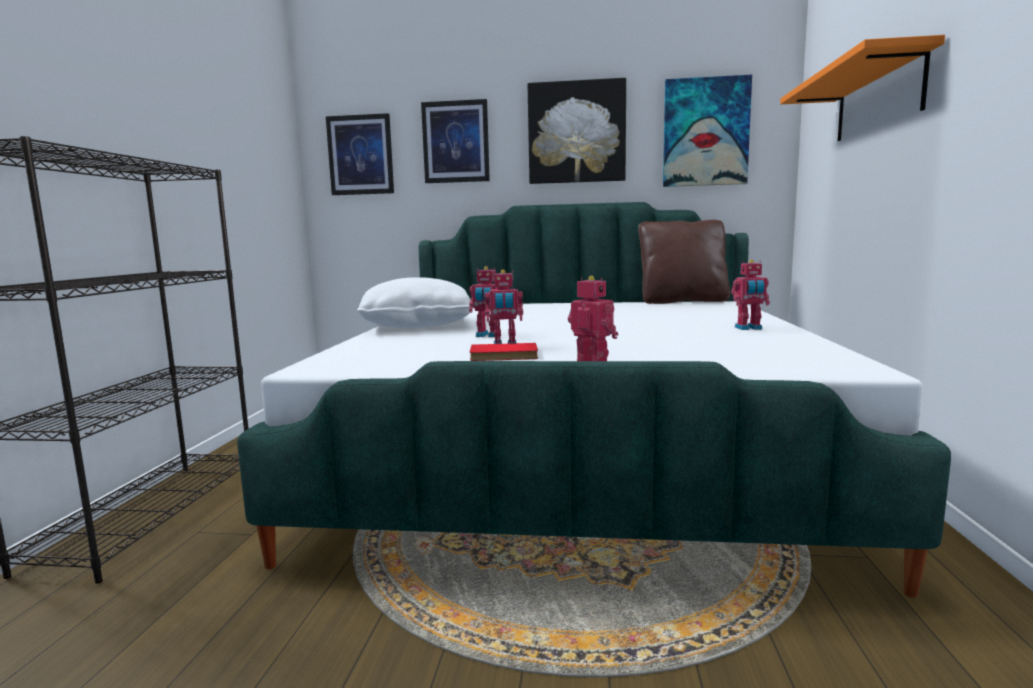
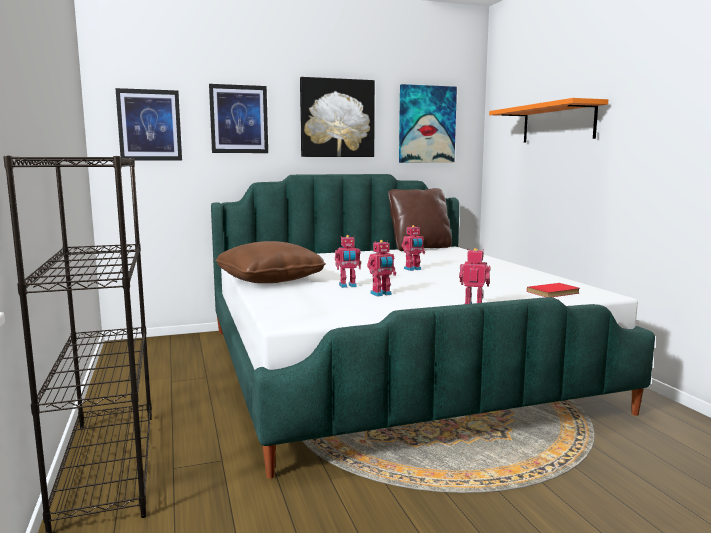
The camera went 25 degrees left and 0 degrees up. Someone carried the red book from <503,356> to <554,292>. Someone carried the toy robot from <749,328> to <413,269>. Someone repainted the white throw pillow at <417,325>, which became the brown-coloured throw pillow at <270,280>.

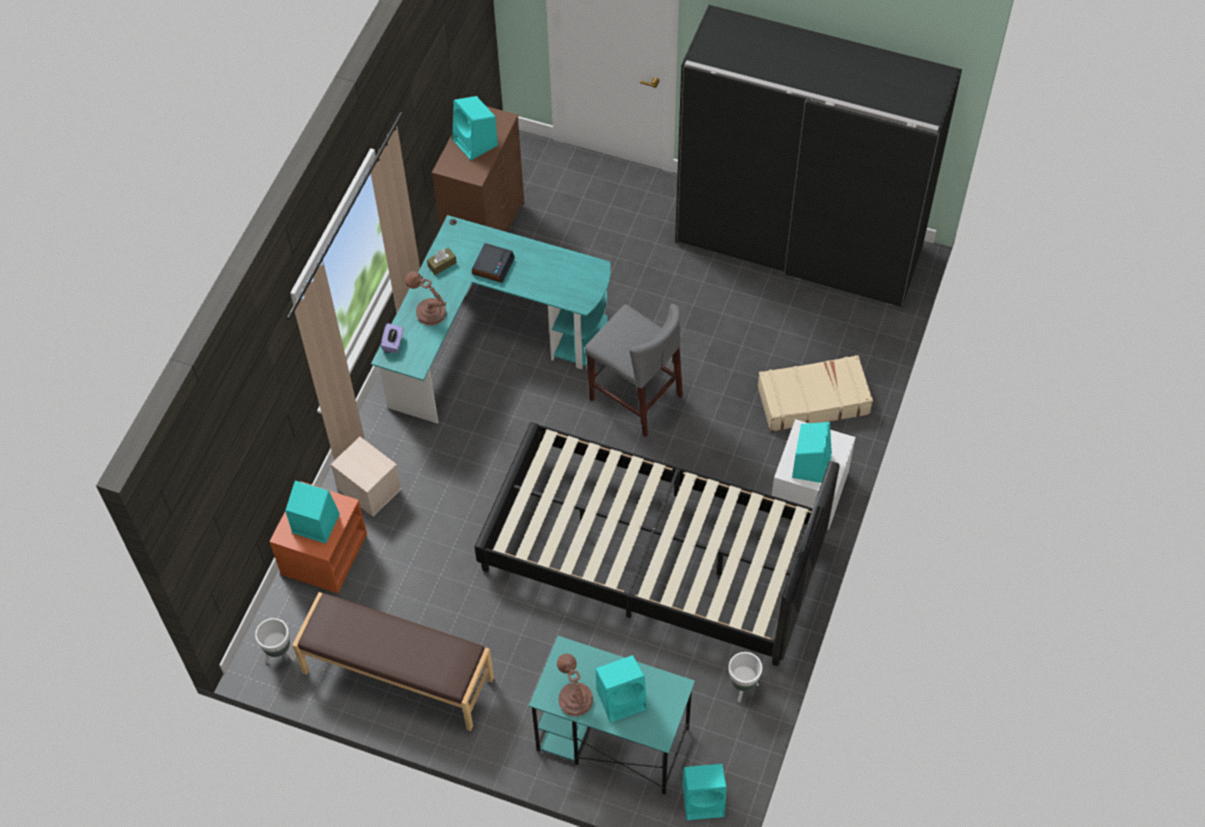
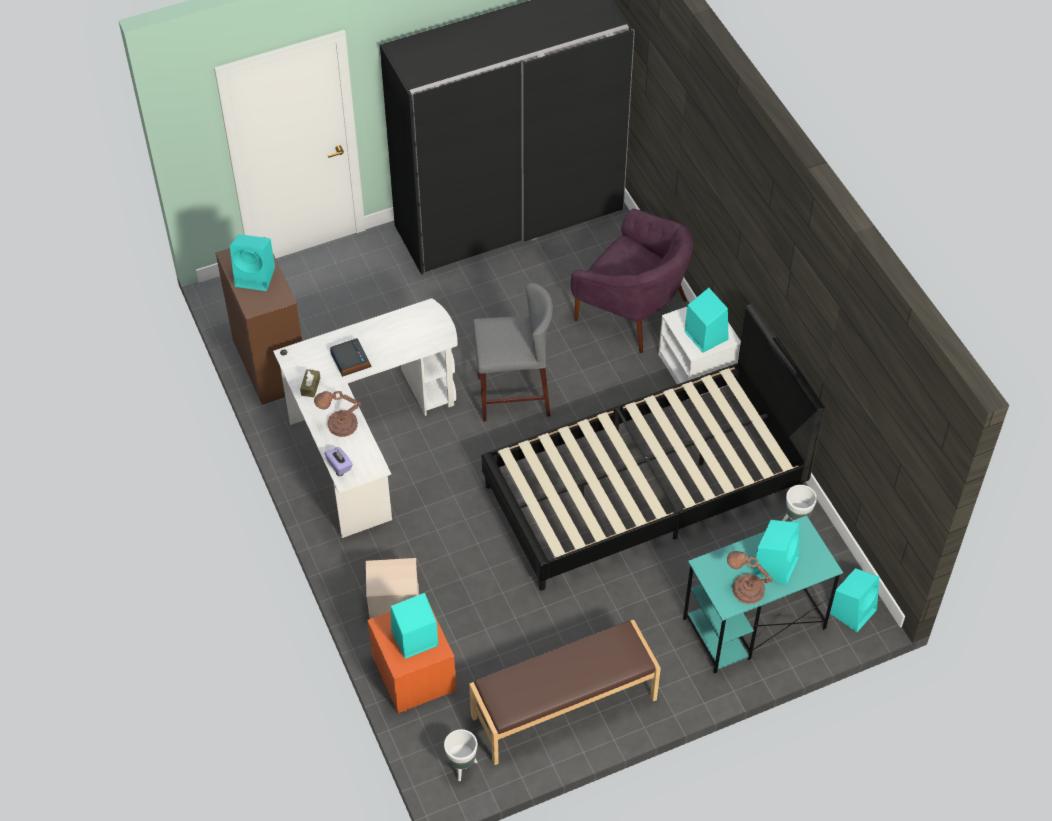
The camera went 45 degrees left and 5 degrees down. Someone swapped the sand-coloured suitcase at <812,400> for the purple-coloured lounge chair at <632,309>. Someone repainted the blue-green desk at <491,341>, which became the white desk at <365,435>.

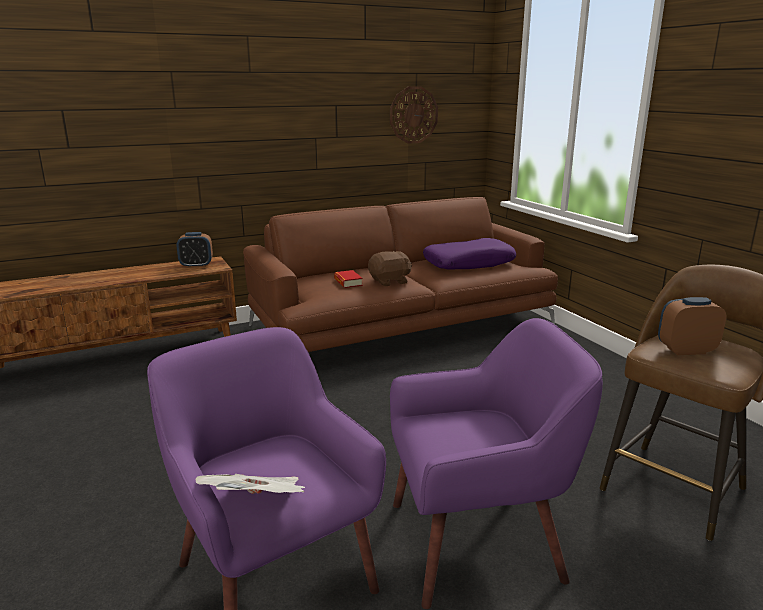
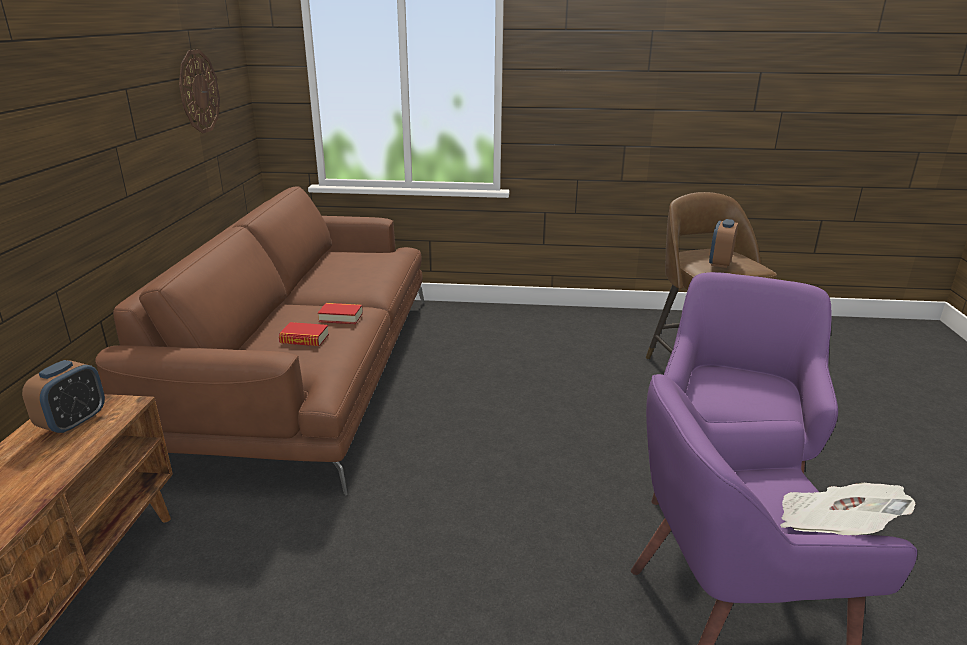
The camera went 60 degrees left and 5 degrees up. Someone took away the purple-coloured throw pillow at <468,263>. Someone swapped the brown-coloured plush toy at <390,281> for the book at <341,317>.

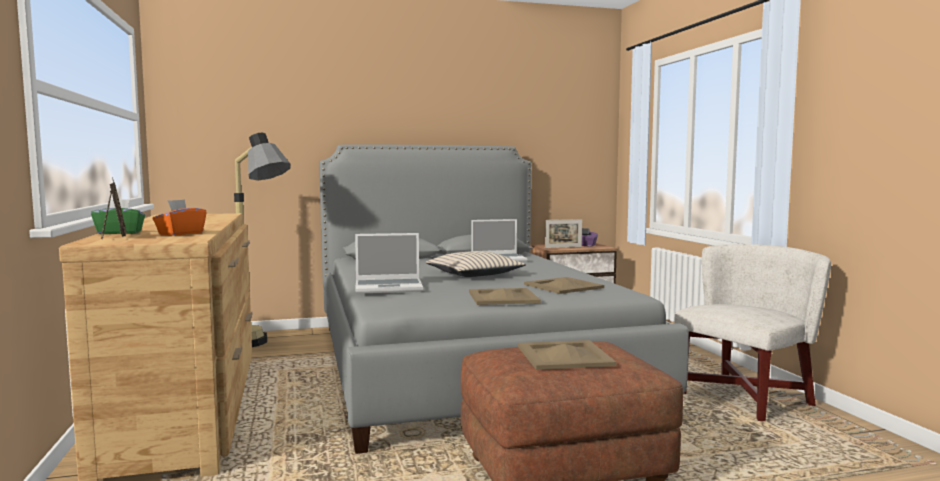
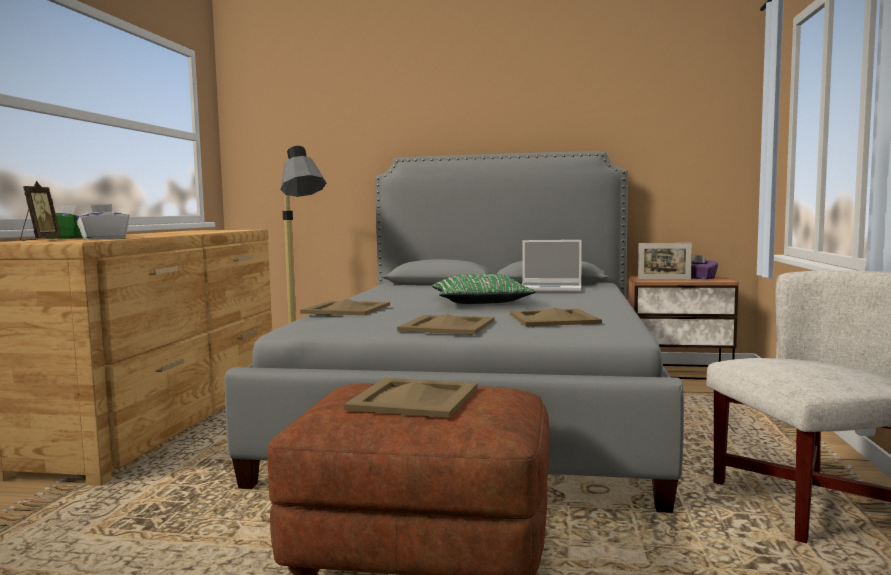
The camera went 25 degrees right and 0 degrees up. Someone swapped the notebook computer at <389,287> for the sand-coloured serving tray at <347,309>. Someone repainted the orange box of tissues at <180,233>, which became the white box of tissues at <104,238>. Someone repainted the sand-coloured throw pillow at <474,274>, which became the green throw pillow at <480,302>.

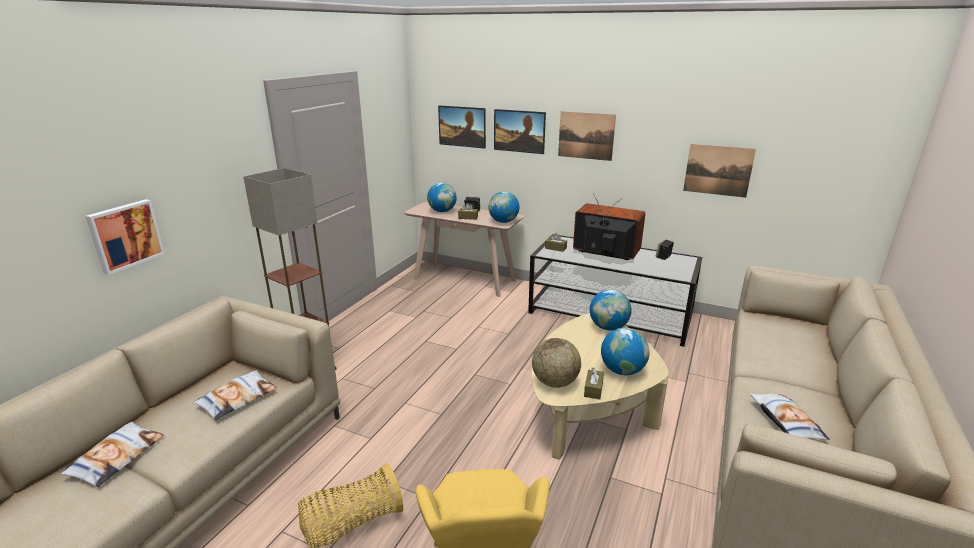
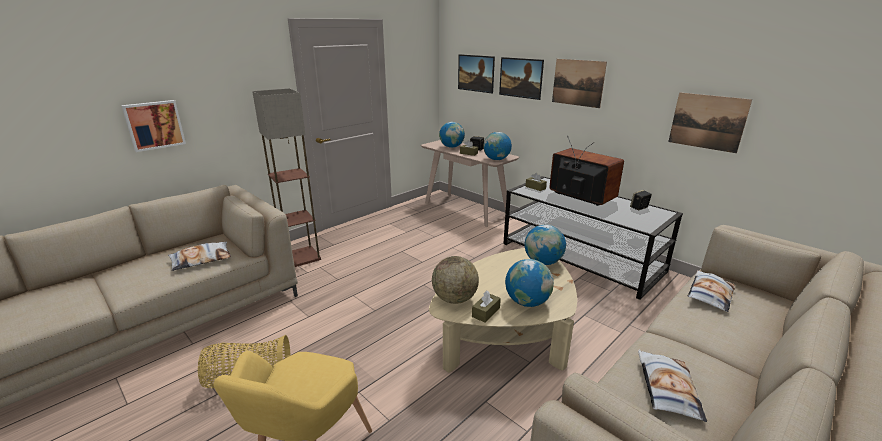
The camera went 20 degrees right and 0 degrees up. Someone carried the throw pillow from <117,458> to <709,294>.

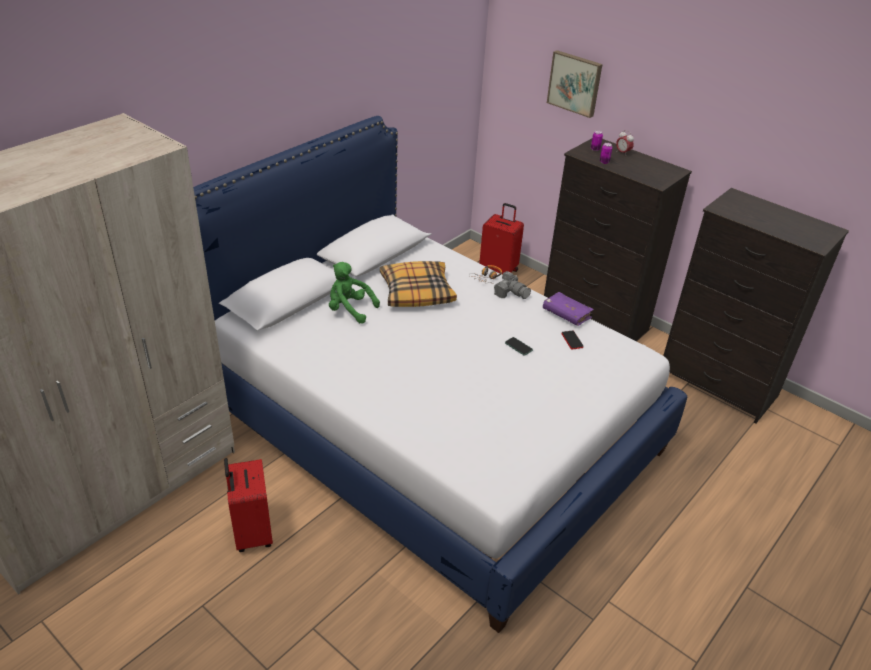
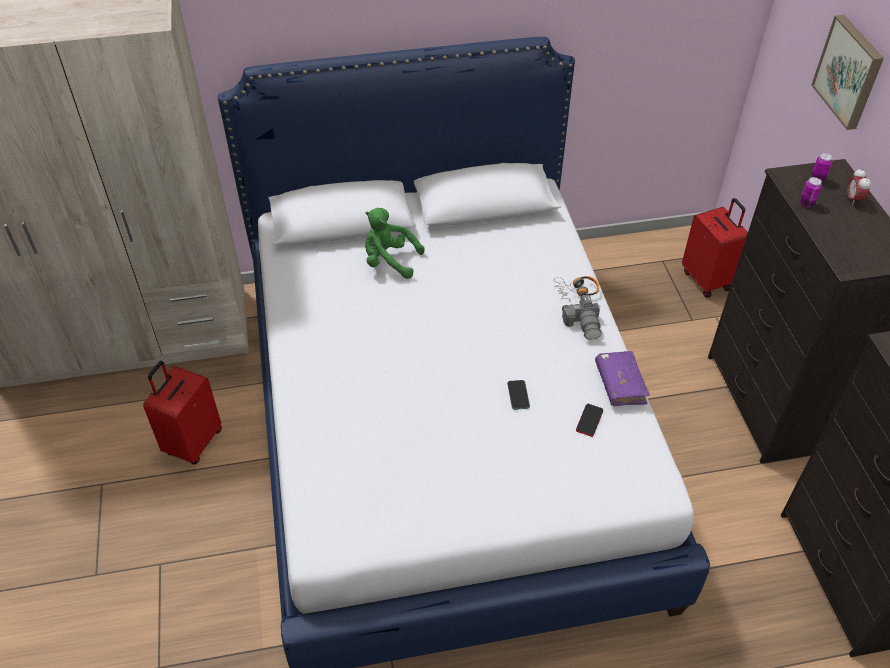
The camera went 40 degrees right and 10 degrees up. Someone took away the throw pillow at <417,292>. Someone rotated the green plush toy at <349,310> by 45 degrees counterclockwise.

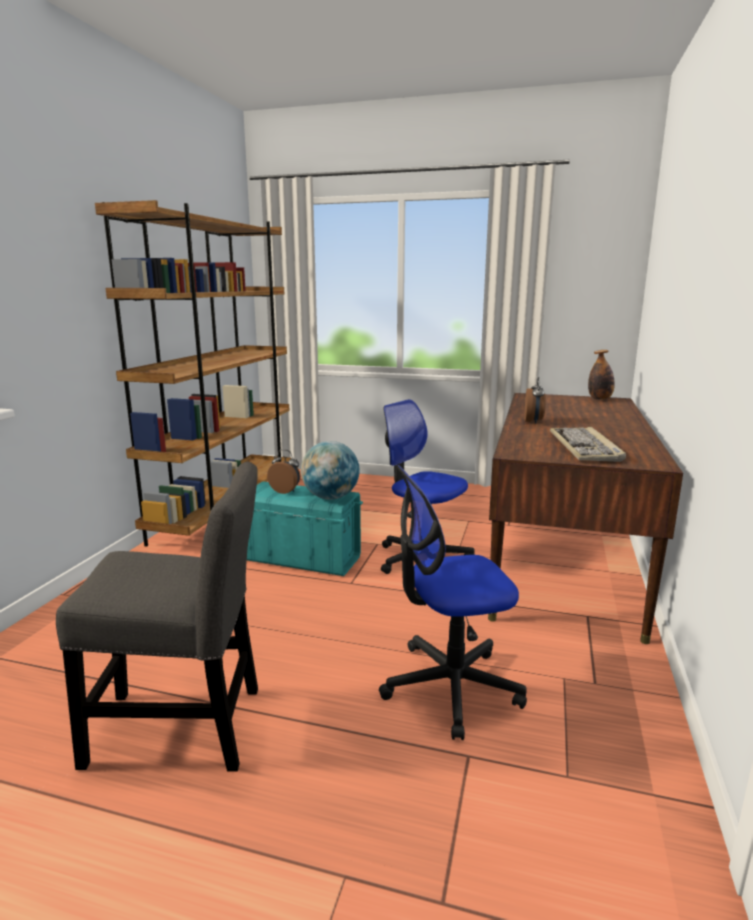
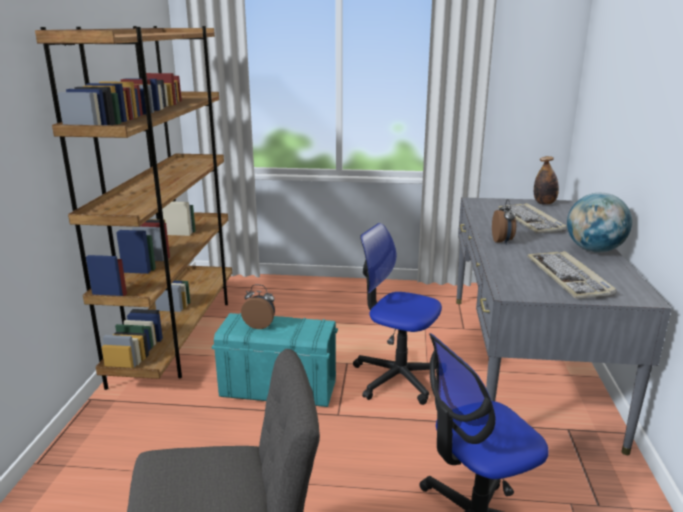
The camera went 10 degrees left and 5 degrees up. Someone put down the computer keyboard at <531,221>. Someone carried the desk globe from <330,497> to <593,250>. Someone repainted the brown-coloured desk at <562,556>, which became the greyish desk at <524,362>.

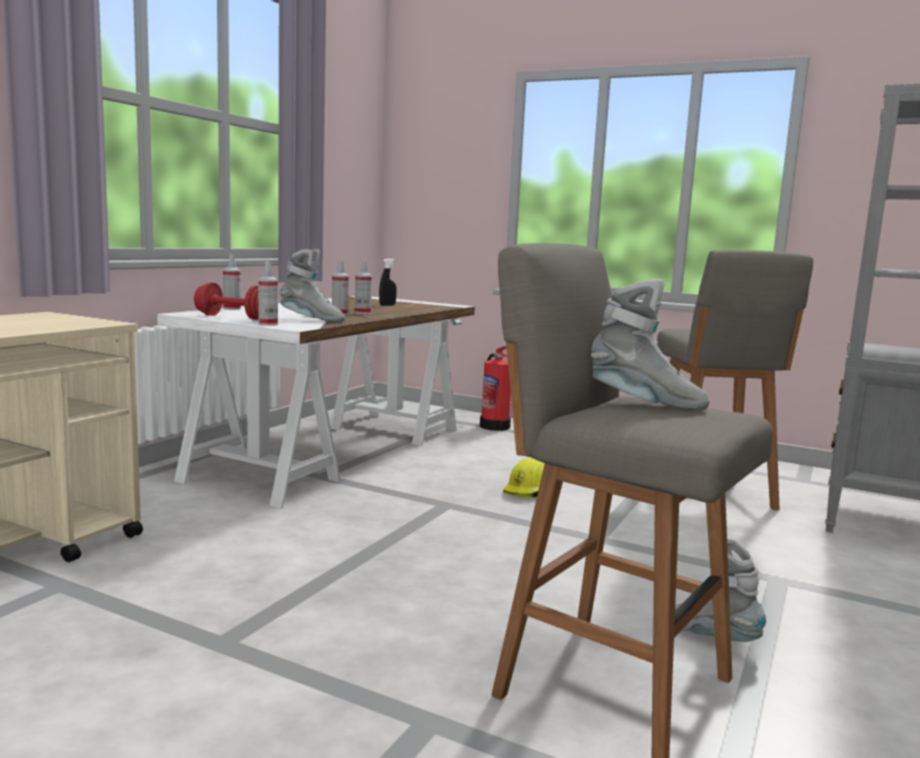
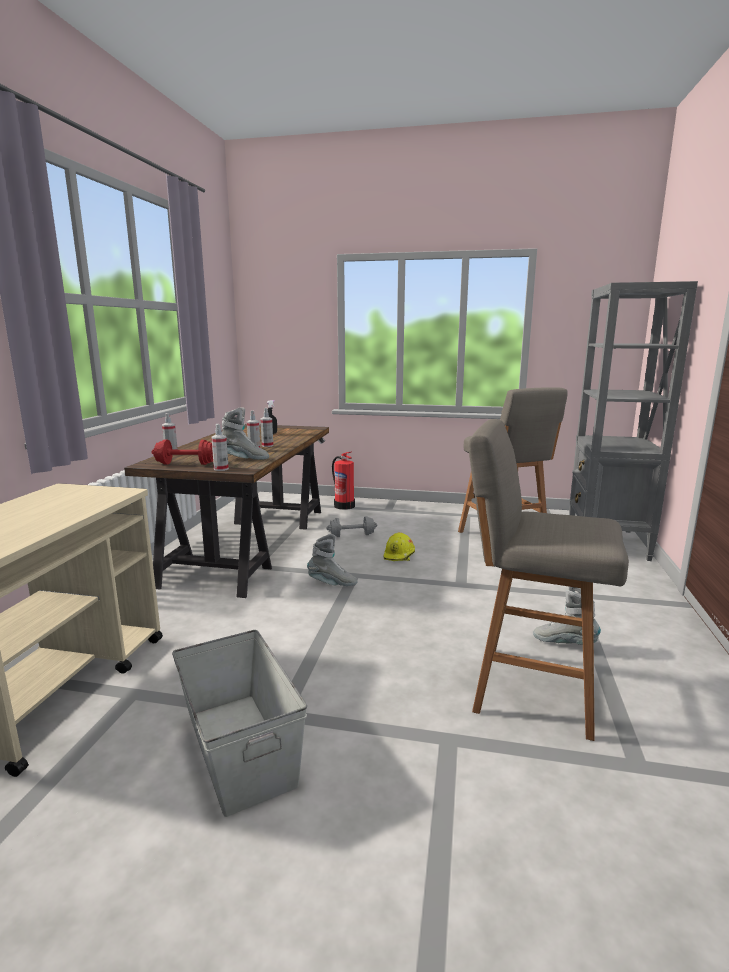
The camera went 15 degrees left and 5 degrees up. Someone put down the greyish storage bin at <239,749>. Someone put down the greyish hand weight at <352,535>. Someone carried the greyish tall boot from <643,403> to <332,583>. Someone repainted the white desk at <333,451>, which became the brown-coloured desk at <249,543>.

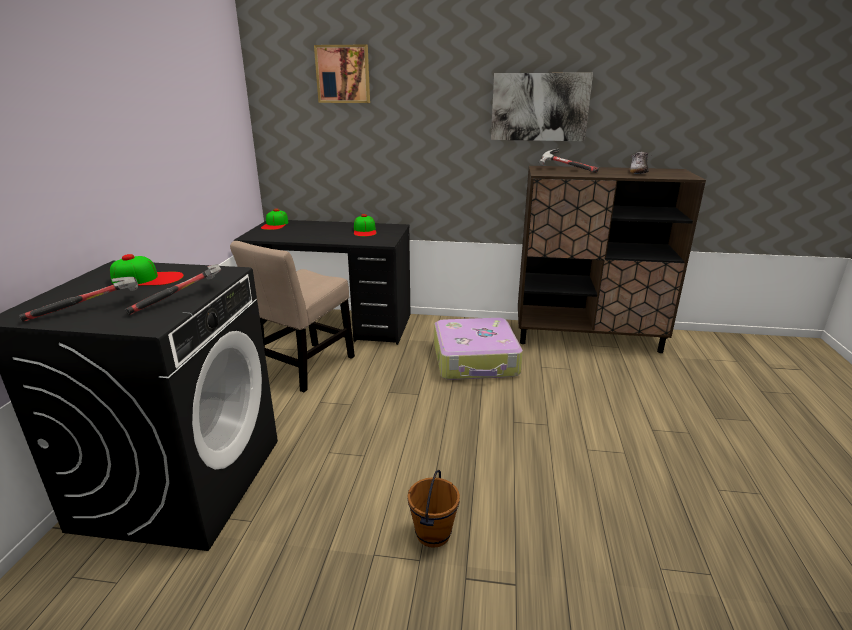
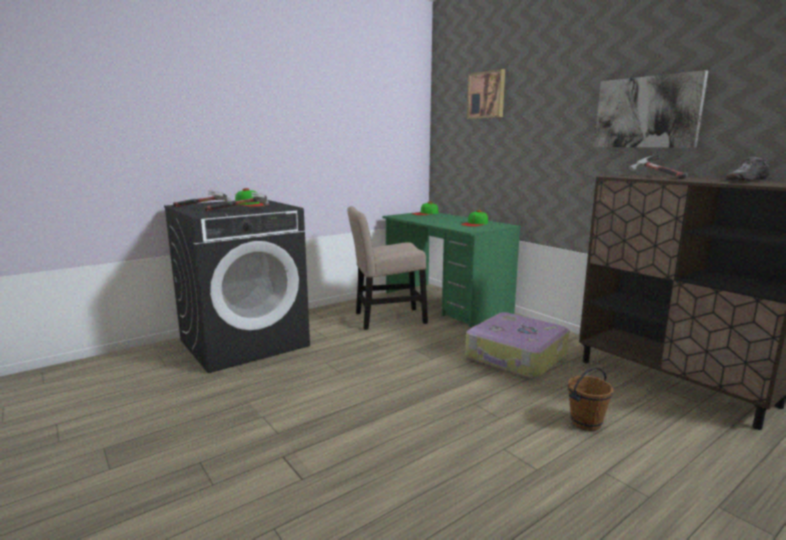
The camera went 45 degrees right and 10 degrees down. Someone carried the brown-coloured bucket from <434,534> to <586,423>. Someone repainted the blackish desk at <334,325>, which became the green desk at <445,303>.

